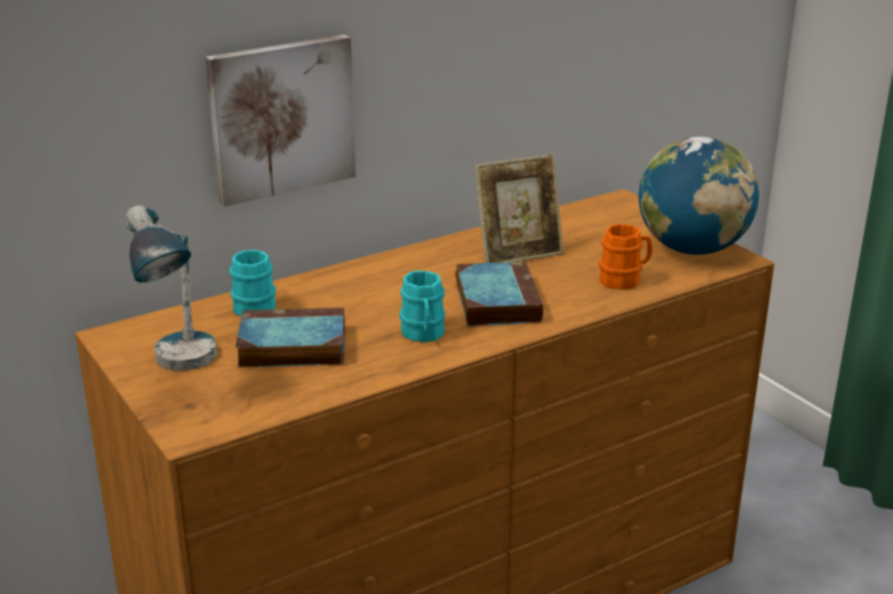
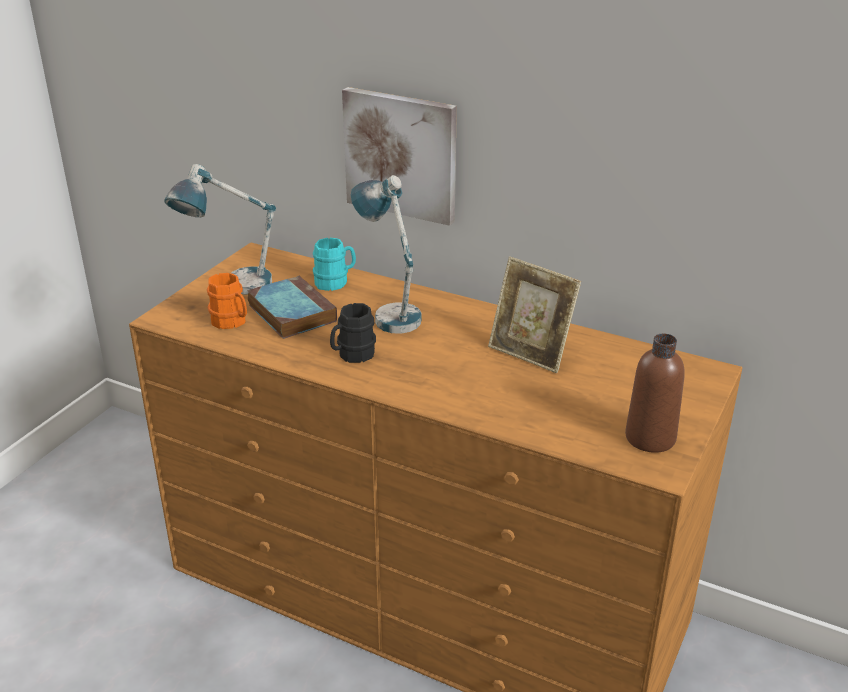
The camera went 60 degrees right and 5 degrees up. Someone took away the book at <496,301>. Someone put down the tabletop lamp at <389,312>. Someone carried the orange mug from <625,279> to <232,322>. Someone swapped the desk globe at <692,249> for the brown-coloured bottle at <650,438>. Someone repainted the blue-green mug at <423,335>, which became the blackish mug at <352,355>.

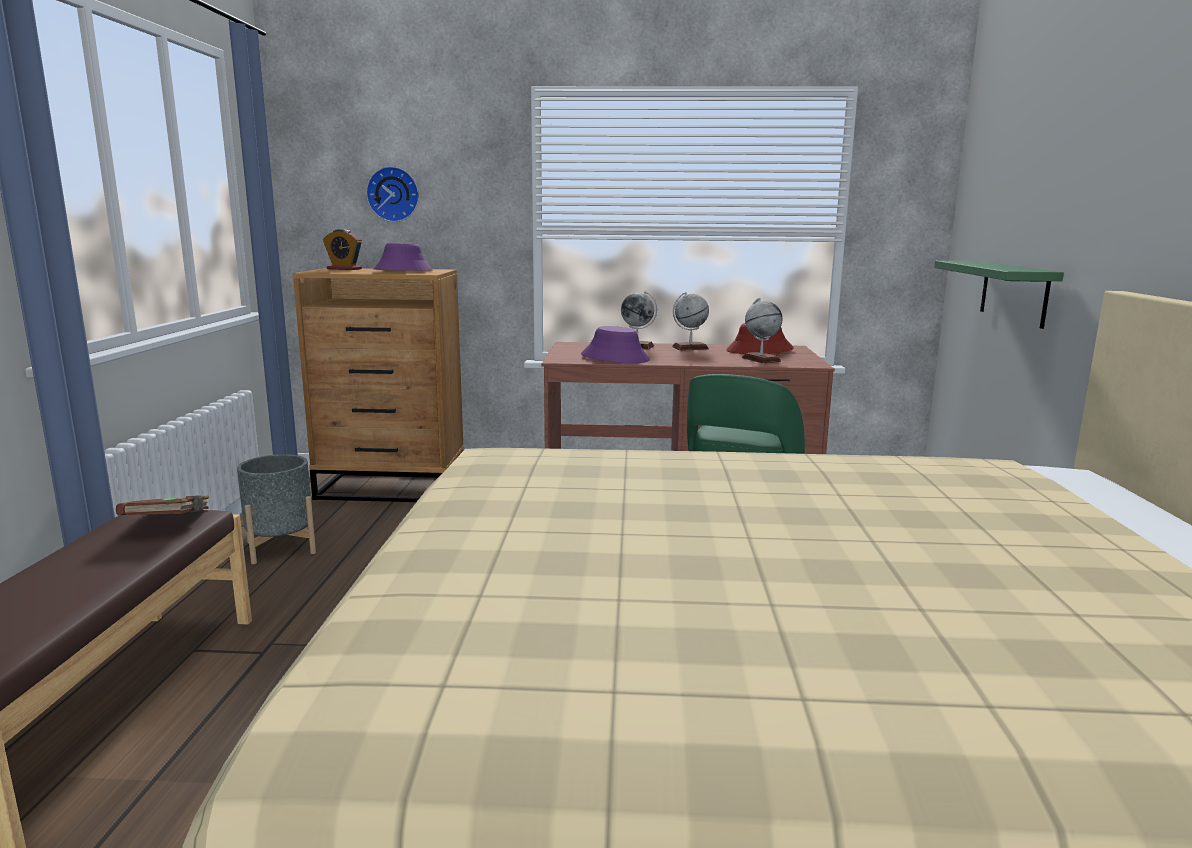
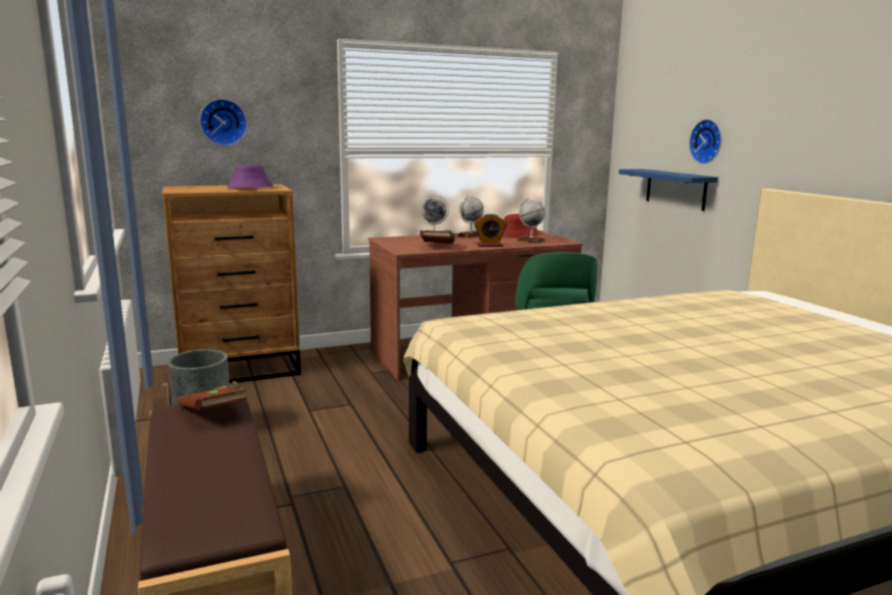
The camera went 25 degrees left and 0 degrees up. Someone put up the clock on the wall at <707,141>. Someone carried the bedside clock from <344,269> to <489,245>. Someone swapped the purple-coloured hat at <615,358> for the brown-coloured book at <438,247>. Someone repainted the green shelf at <1014,292>, which became the bluish shelf at <675,189>.

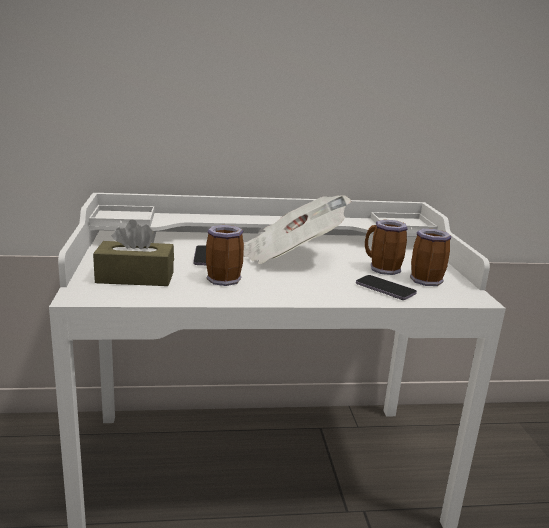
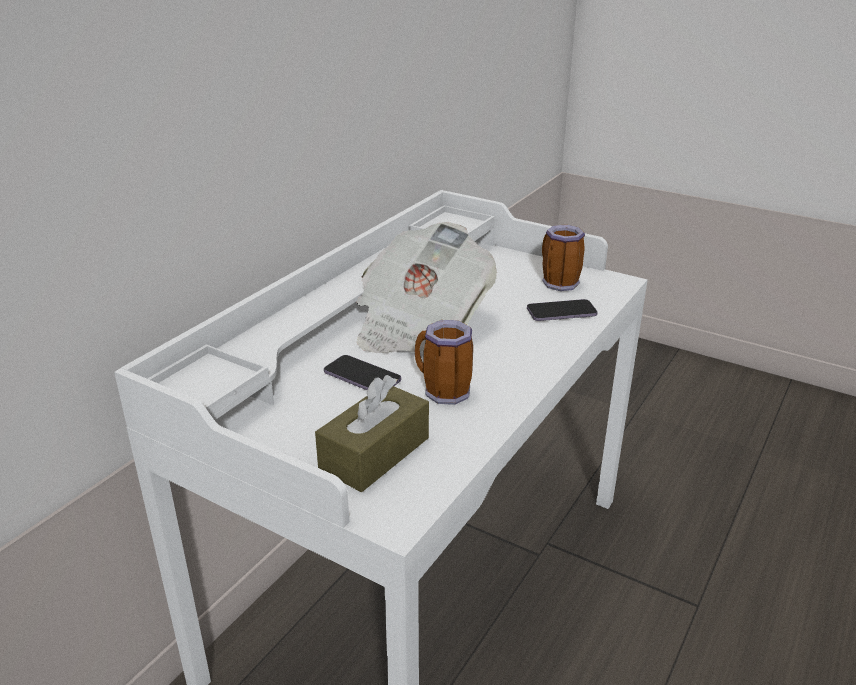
The camera went 50 degrees left and 10 degrees up. Someone took away the mug at <381,269>.

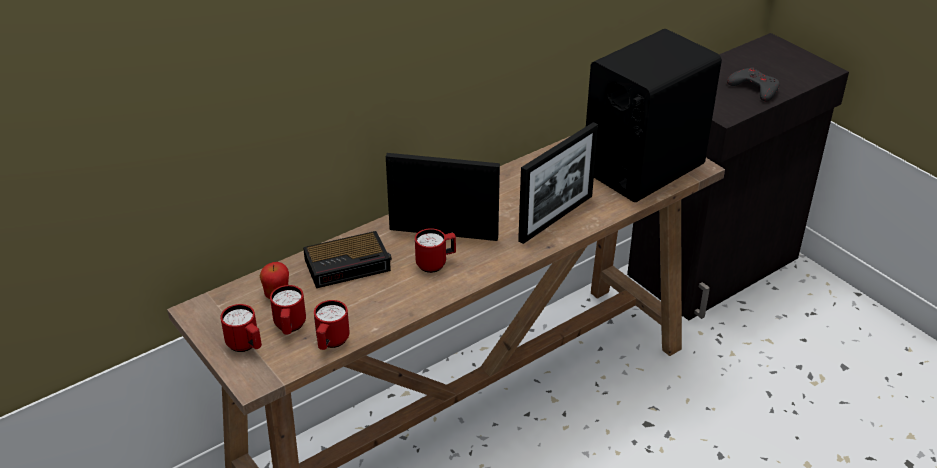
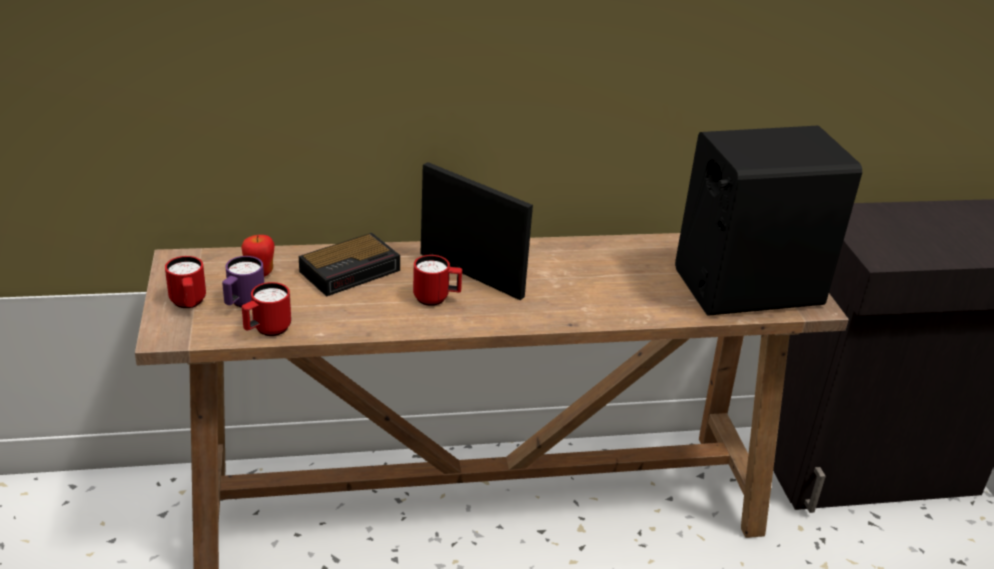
The camera went 25 degrees right and 5 degrees down. Someone took away the photo frame at <556,218>. Someone took away the greyish joypad at <754,88>. Someone repainted the red mug at <290,327>, which became the purple-coloured mug at <243,303>. Someone rotated the bedside clock at <349,264> by 45 degrees counterclockwise.

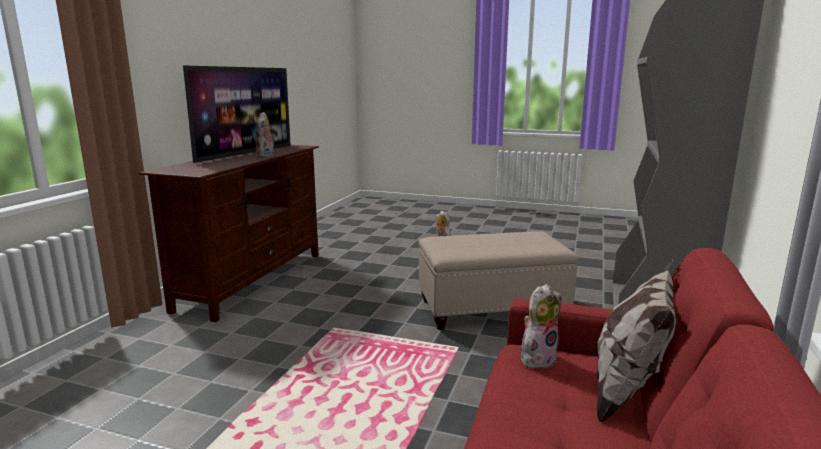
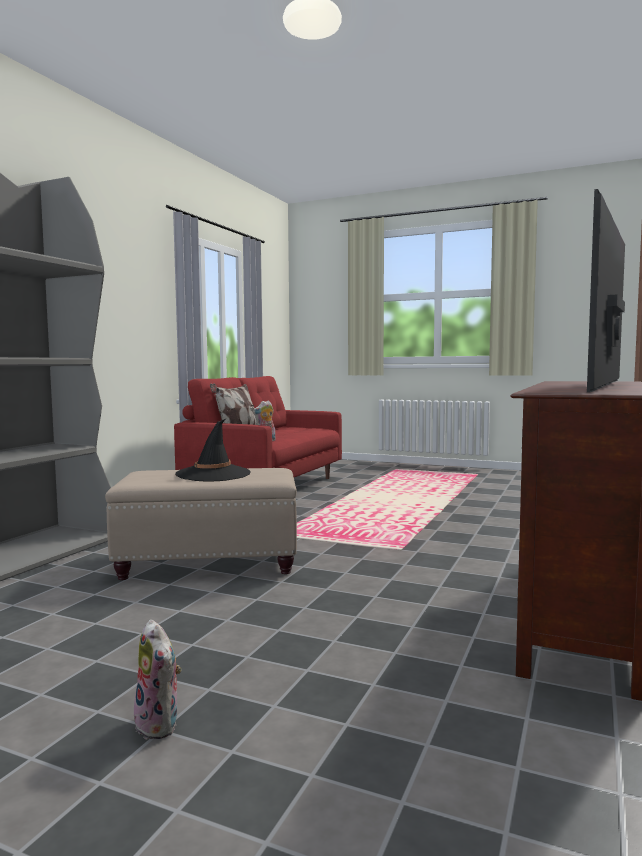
The camera went 175 degrees left and 10 degrees down. Someone took away the plush toy at <266,156>. Someone put down the blackish hat at <213,474>.

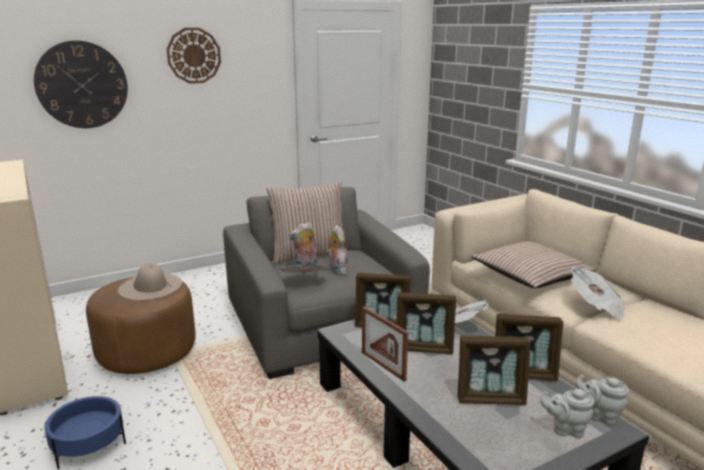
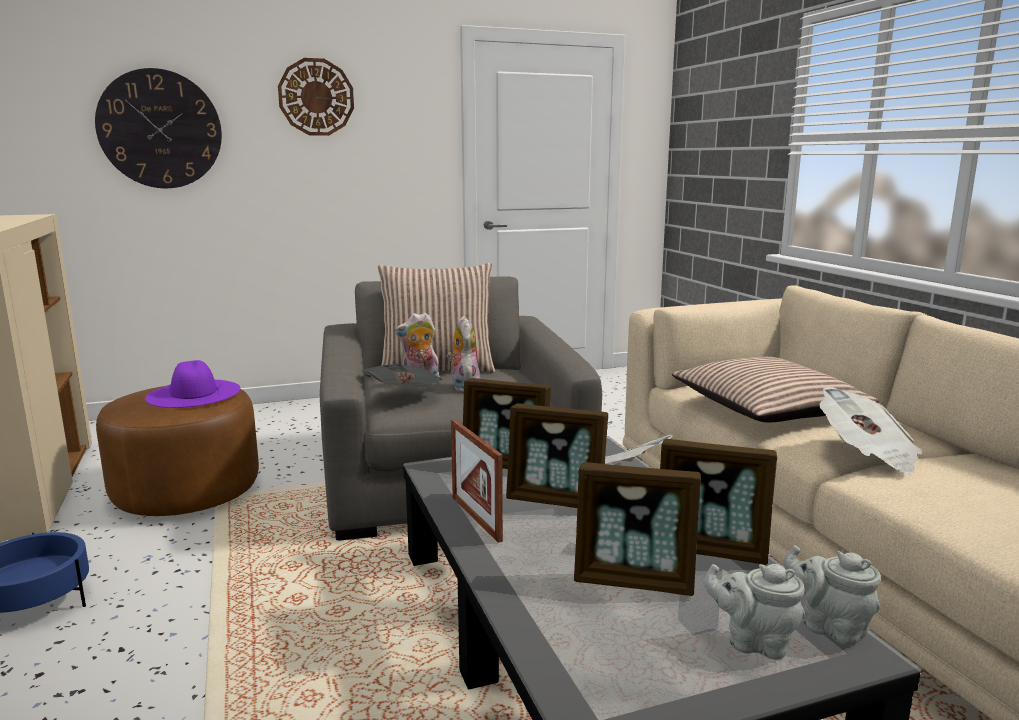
The camera went 10 degrees right and 5 degrees down. Someone repainted the sand-coloured hat at <150,286>, which became the purple-coloured hat at <193,393>.

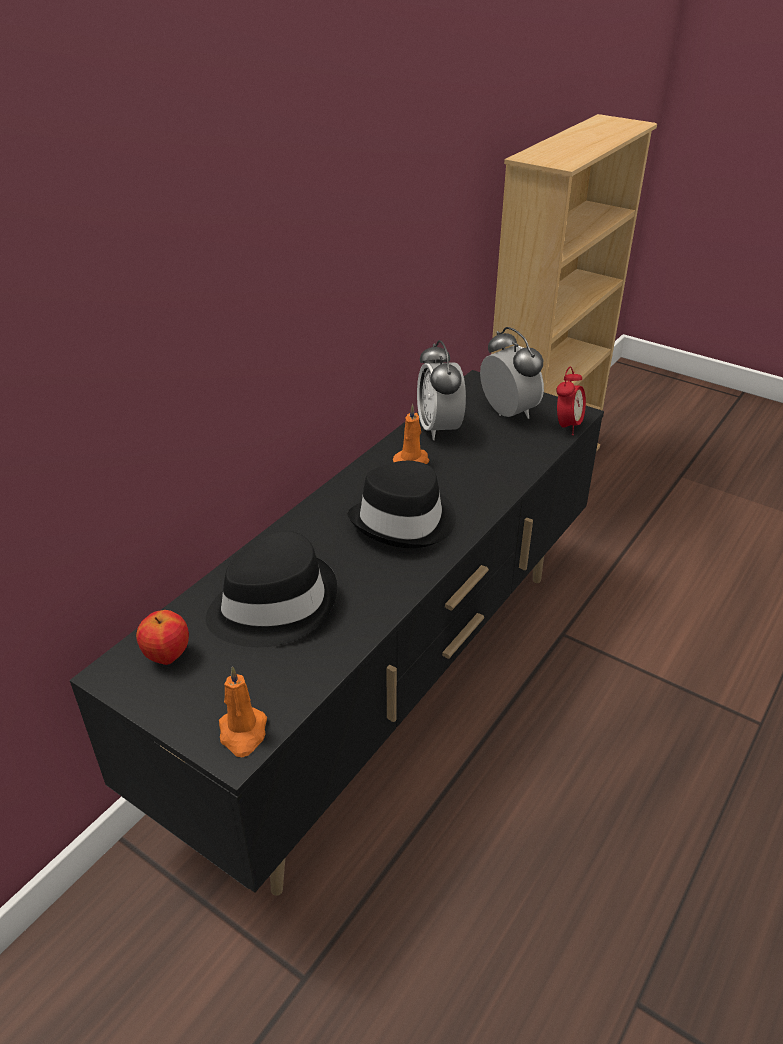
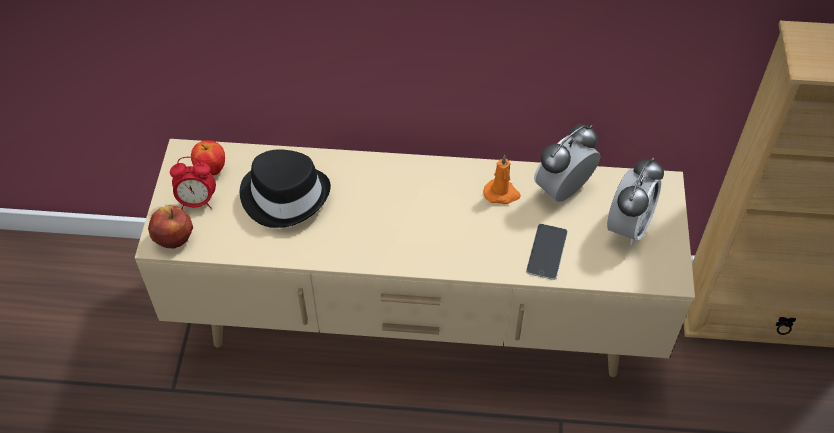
The camera went 60 degrees right and 15 degrees up. Someone took away the blackish hat at <405,521>. Someone put down the telephone at <547,251>. Someone carried the bedside clock from <567,426> to <197,202>. Someone swapped the orange wax light at <243,733> for the apple fruit at <173,238>. Someone repainted the blackish tv unit at <390,687>, which became the sand-coloured tv unit at <418,324>.

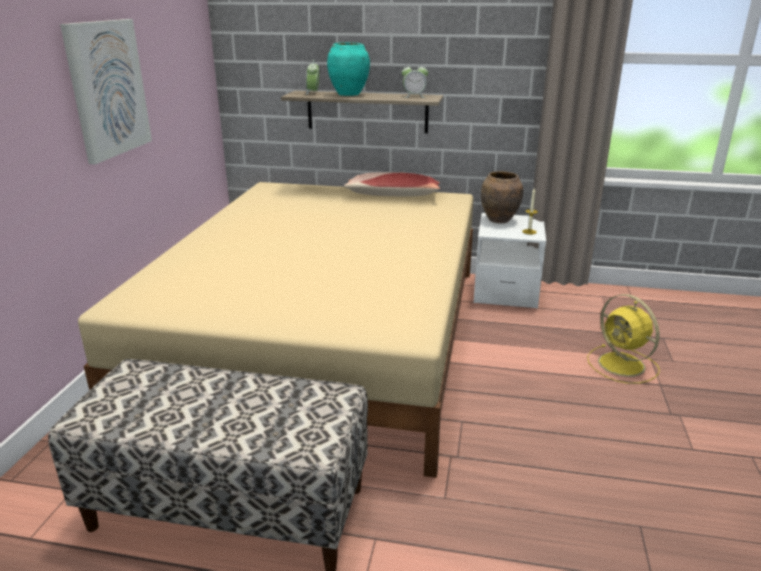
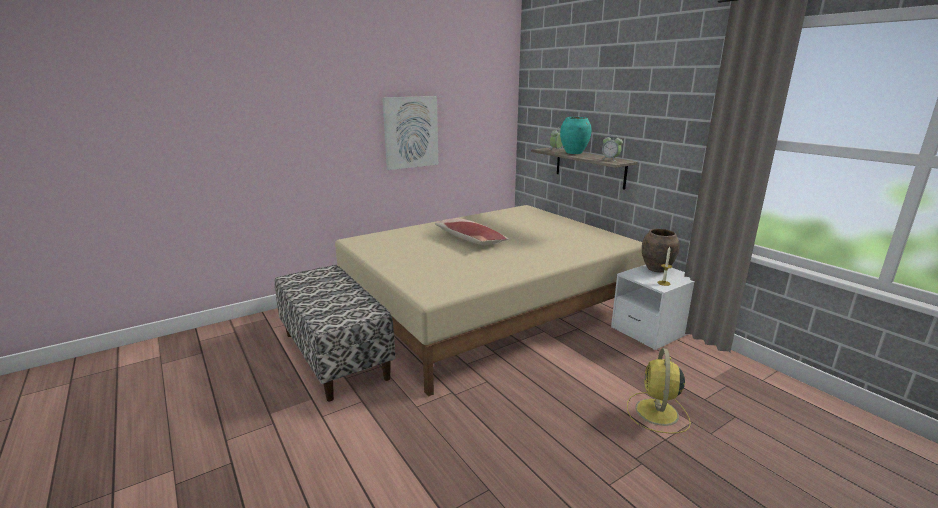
The camera went 45 degrees right and 5 degrees down. Someone carried the throw pillow from <392,195> to <469,239>.

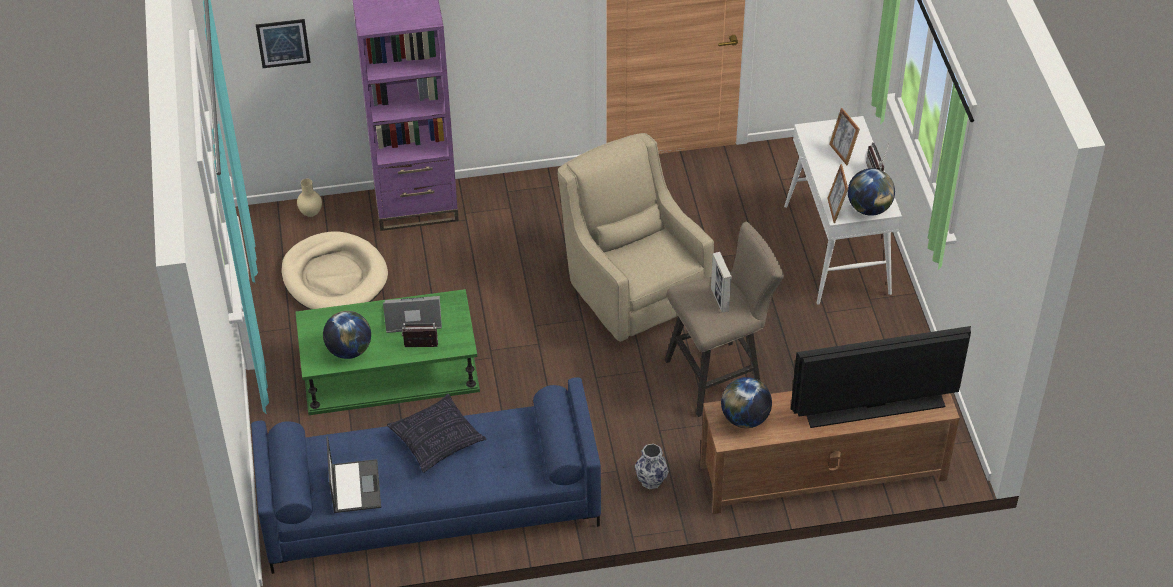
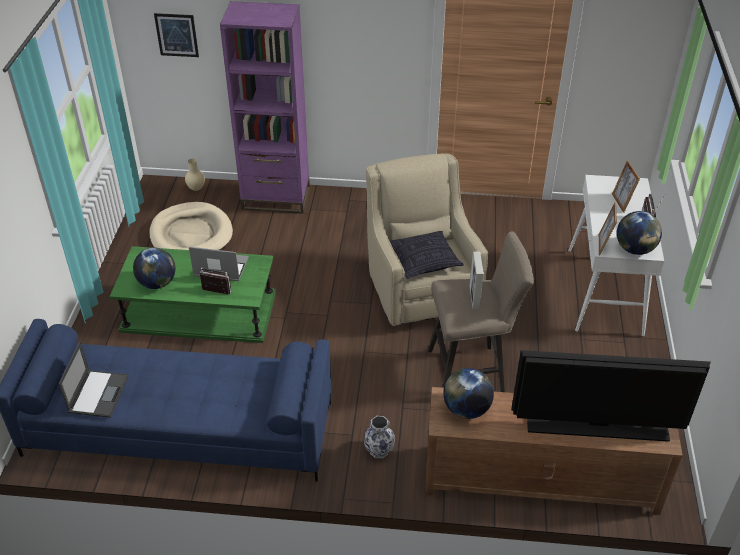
The camera went 15 degrees right and 5 degrees down. Someone carried the throw pillow from <437,440> to <424,261>.

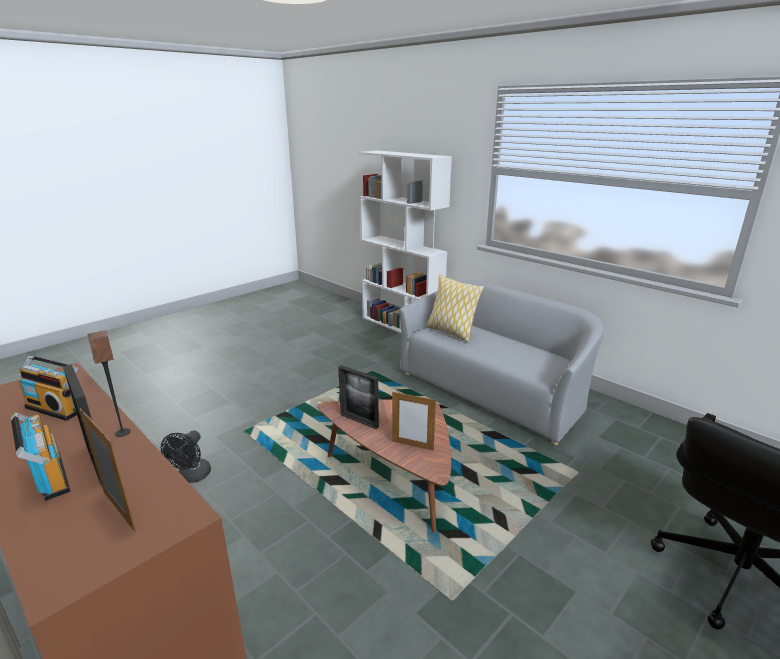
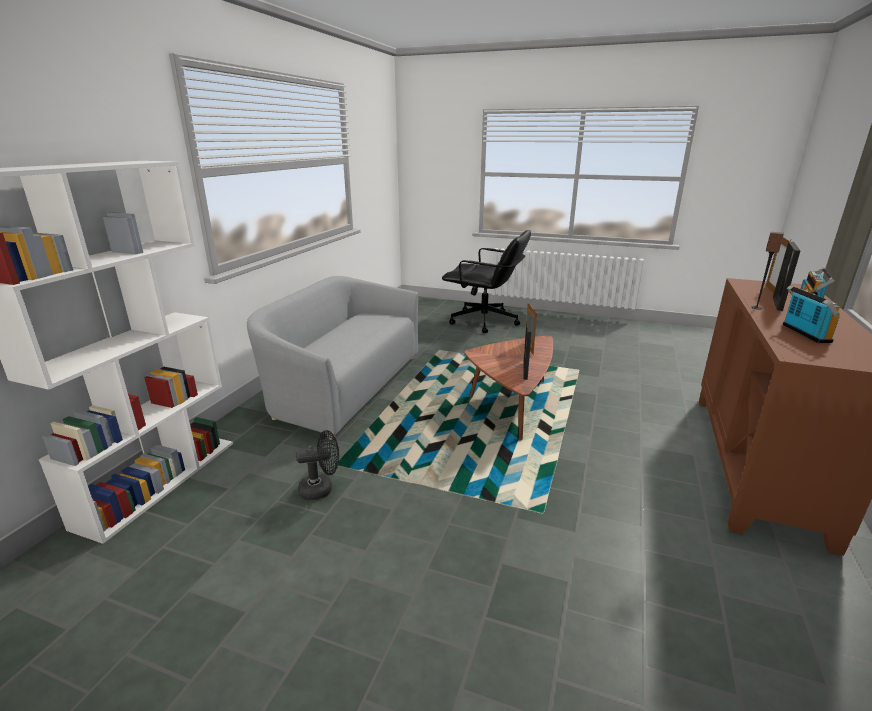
The camera went 115 degrees left and 0 degrees up. Someone took away the throw pillow at <451,332>. Someone carried the blackish electric fan from <192,477> to <321,489>.

